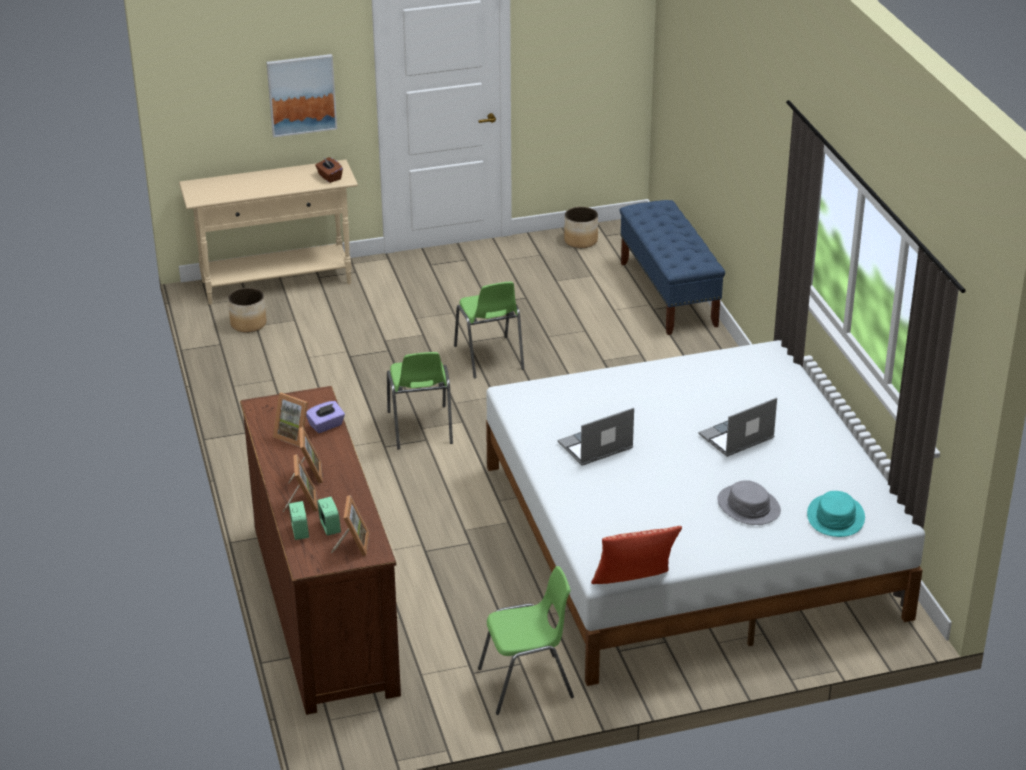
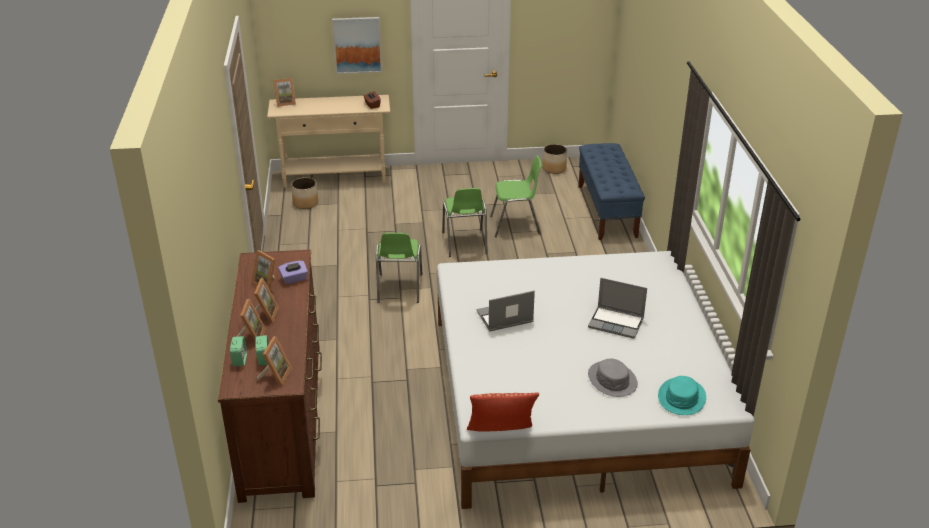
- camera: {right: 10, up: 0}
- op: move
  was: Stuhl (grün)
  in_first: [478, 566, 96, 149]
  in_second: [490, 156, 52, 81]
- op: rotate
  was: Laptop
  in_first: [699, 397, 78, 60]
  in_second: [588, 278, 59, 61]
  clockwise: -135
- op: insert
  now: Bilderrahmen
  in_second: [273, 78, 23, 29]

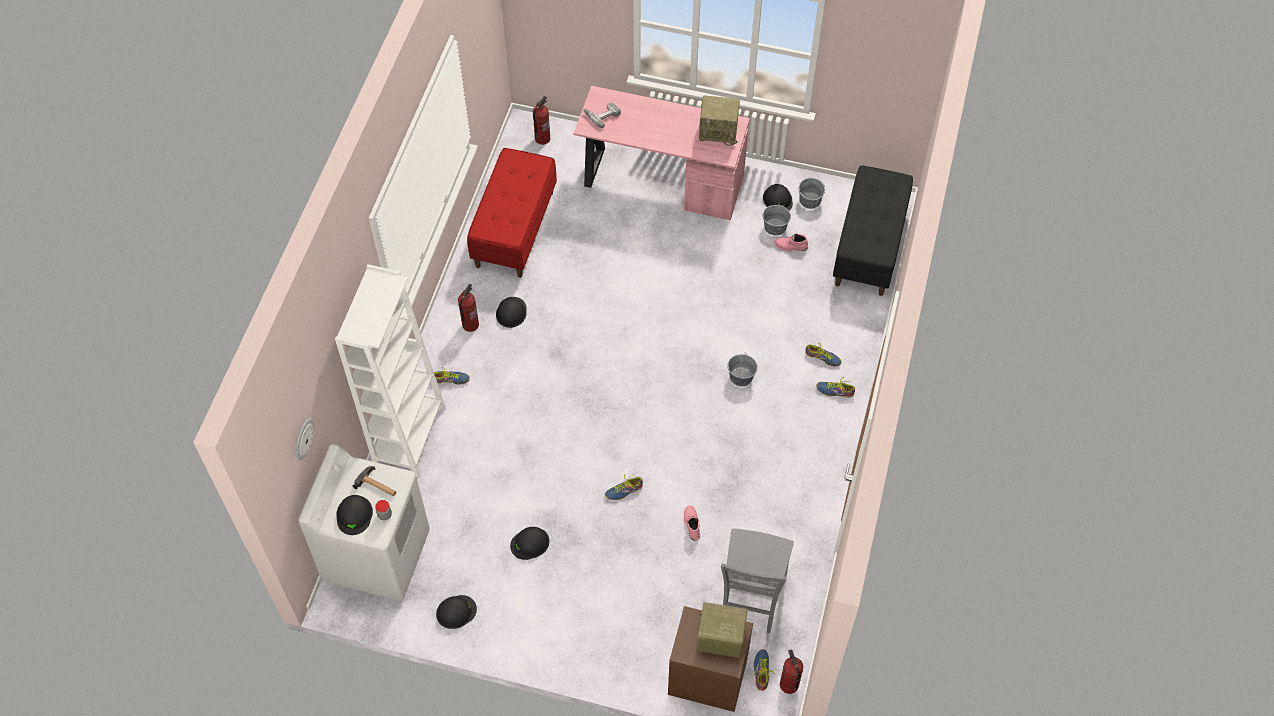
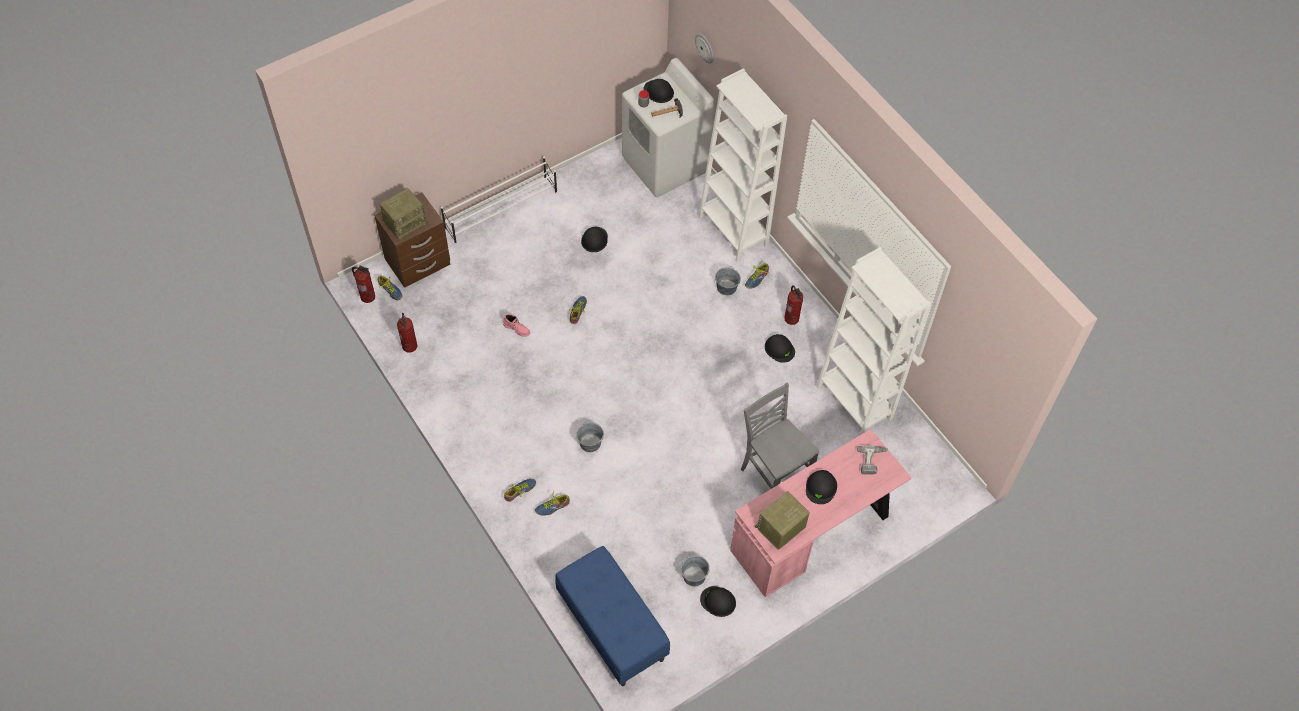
- camera: {right: 130, up: 0}
- op: move
  was: Schutzhelm (schwarz)
  in_first: [436, 595, 41, 34]
  in_second: [806, 470, 31, 34]
- op: replace
  was: Bank (rot)
  now: Bücherregal (weiß)
  in_first: [467, 148, 90, 130]
  in_second: [816, 247, 115, 189]
- op: move
  was: Feuerlöscher
  in_first: [533, 96, 17, 49]
  in_second: [397, 313, 20, 40]
- op: move
  was: Stuhl (grau)
  in_first: [721, 528, 73, 105]
  in_second: [741, 383, 78, 106]
- op: delete
  was: Stiefel (rosa)
  in_first: [774, 233, 34, 18]
- op: move
  was: Eimer (grau)
  in_first: [799, 178, 26, 31]
  in_second: [715, 267, 26, 28]
- op: recolor
  was: Bank (schwarz)
  now: Bank (blau)
  in_first: [833, 165, 80, 131]
  in_second: [555, 546, 115, 140]
- op: insert
  now: Schuhregal (weiß)
  in_second: [441, 156, 116, 88]

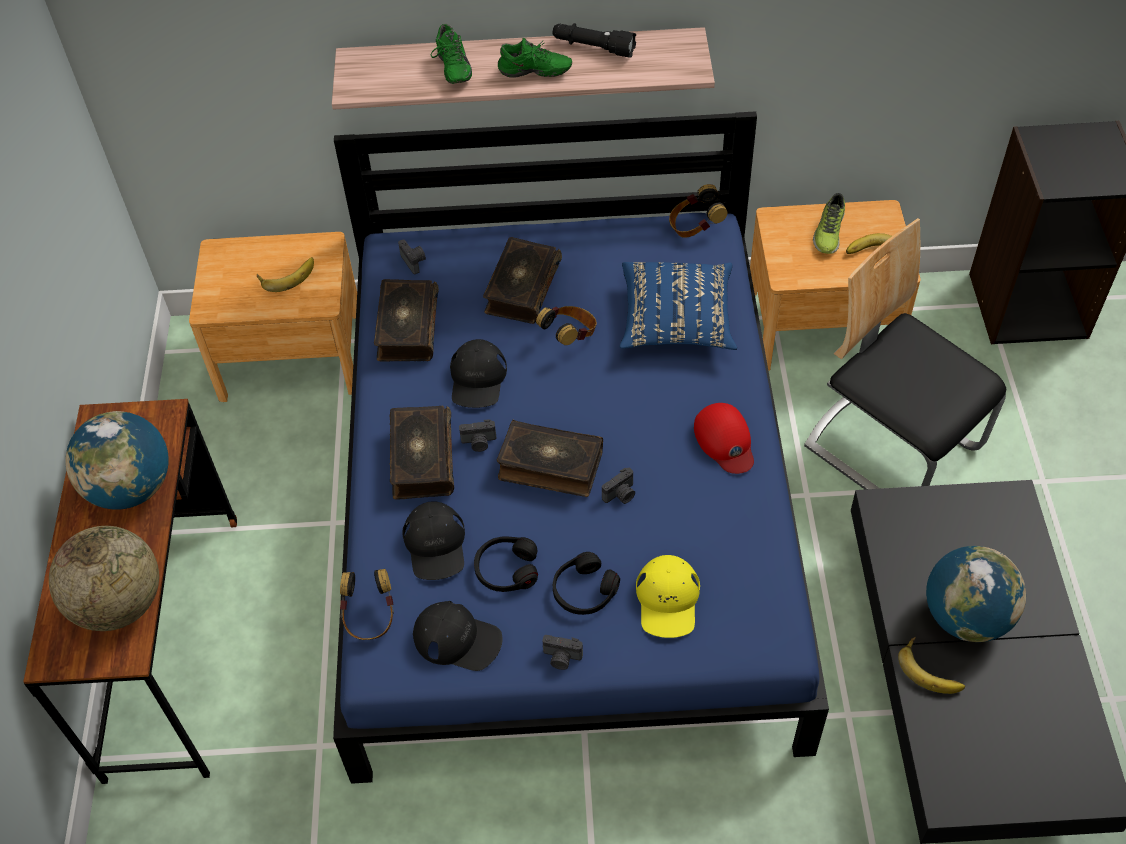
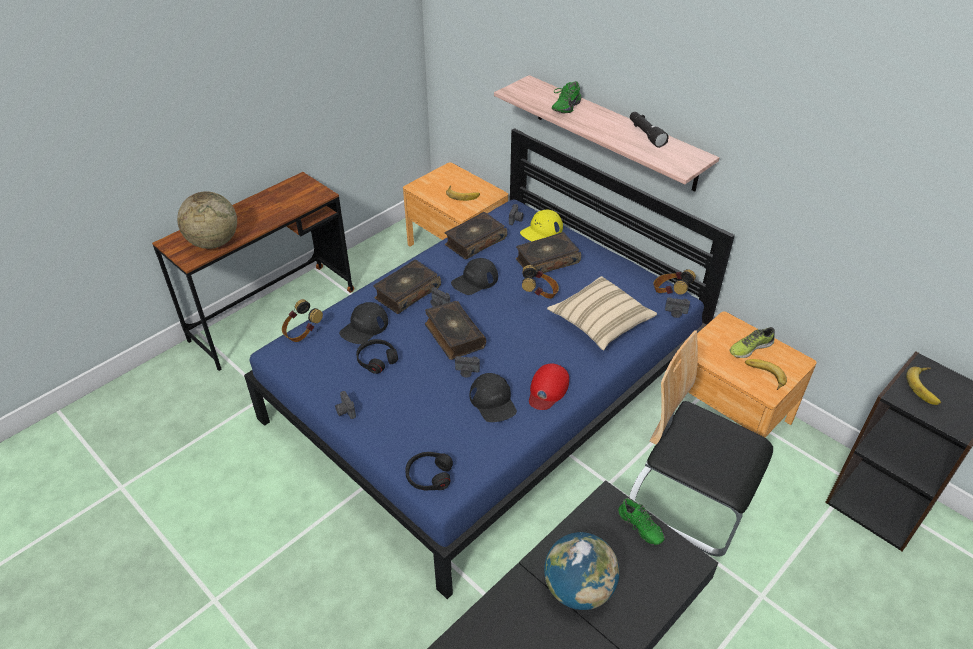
- camera: {right: 45, up: -10}
- op: delete
  was: Globus
  in_first: [65, 411, 104, 99]
- op: move
  was: Kappe (schwarz)
  in_first: [413, 601, 90, 70]
  in_second: [470, 373, 47, 49]
- op: move
  was: Schuh (grün)
  in_first: [498, 38, 74, 40]
  in_second: [618, 498, 47, 47]
- op: move
  was: Kopfhörer (schwarz)
  in_first: [553, 552, 67, 63]
  in_second: [405, 452, 48, 38]
- op: recolor
  was: Kissen (blau)
  now: Kissen (beige)
  in_first: [620, 262, 117, 88]
  in_second: [547, 276, 110, 74]
- op: move
  was: Kappe (gelb)
  in_first: [636, 555, 64, 83]
  in_second: [520, 209, 43, 32]
- op: rotate
  was: Stuhl
  in_first: [804, 218, 202, 271]
  in_second: [629, 330, 144, 227]
  clockwise: -60
- op: move
  was: Banane
  in_first: [898, 637, 67, 57]
  in_second: [906, 367, 35, 38]
- op: insert
  now: Kamera
  in_second: [665, 297, 25, 21]

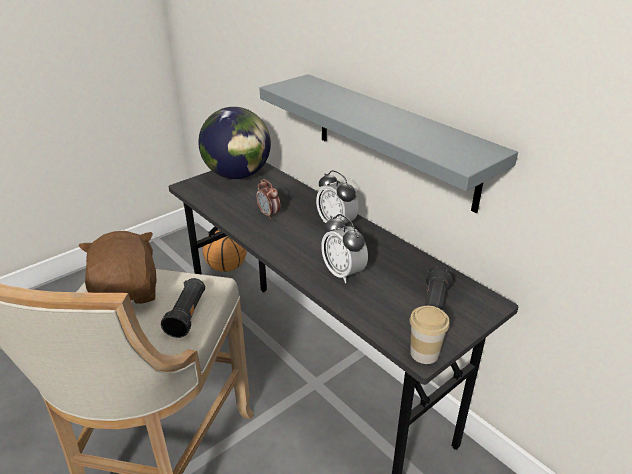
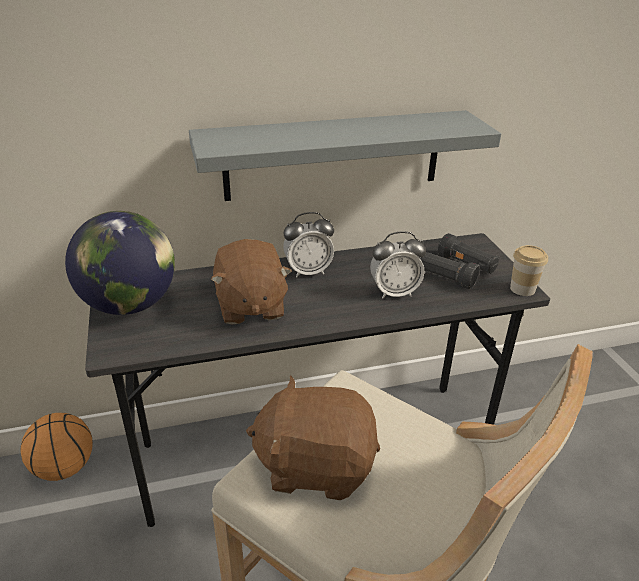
- camera: {right: -65, up: 0}
- op: move
  was: Taschenlampe (schwarz)
  in_first: [161, 278, 44, 60]
  in_second: [418, 252, 62, 37]
- op: replace
  was: Wecker
  now: Plüschtier (braun)
  in_first: [256, 179, 24, 40]
  in_second: [211, 239, 81, 86]

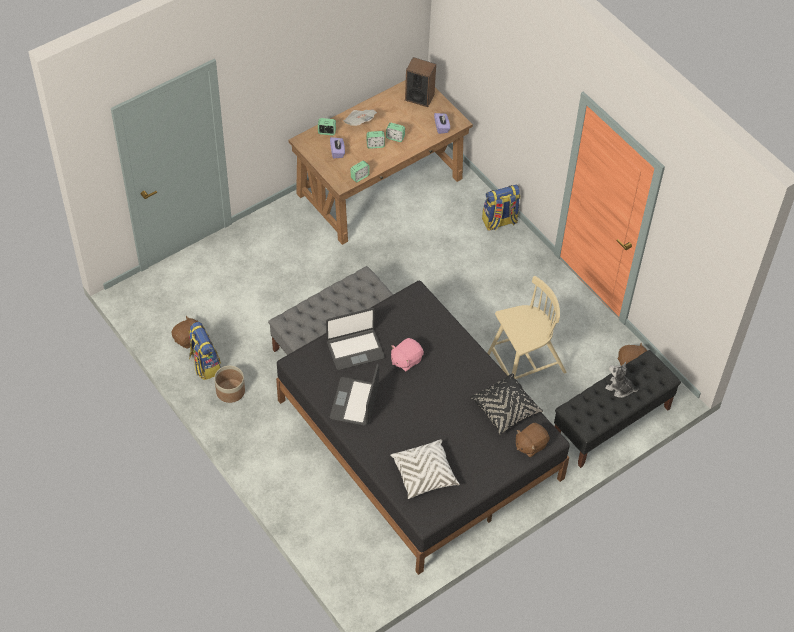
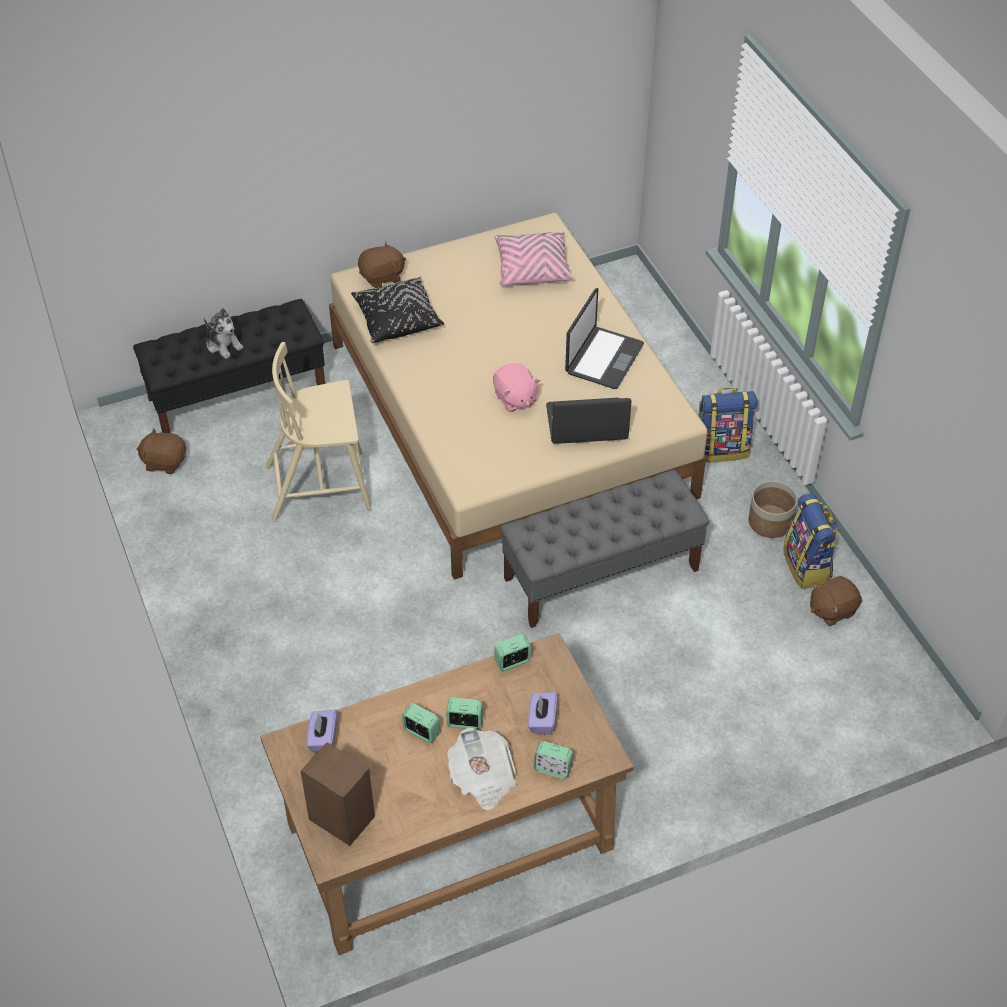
- camera: {right: -165, up: -5}
- op: recolor
  was: Bett (schwarz)
  now: Bett (beige)
  in_first: [276, 281, 294, 294]
  in_second: [329, 213, 379, 367]
- op: recolor
  was: Kissen (weiß)
  now: Kissen (rosa)
  in_first: [390, 439, 70, 60]
  in_second: [494, 231, 80, 54]
- op: rotate
  was: Plüschtier (rosa)
  in_first: [391, 338, 33, 33]
  in_second: [493, 363, 47, 49]
  clockwise: 90
- op: move
  was: Rucksack
  in_first: [482, 185, 38, 46]
  in_second: [698, 388, 59, 74]

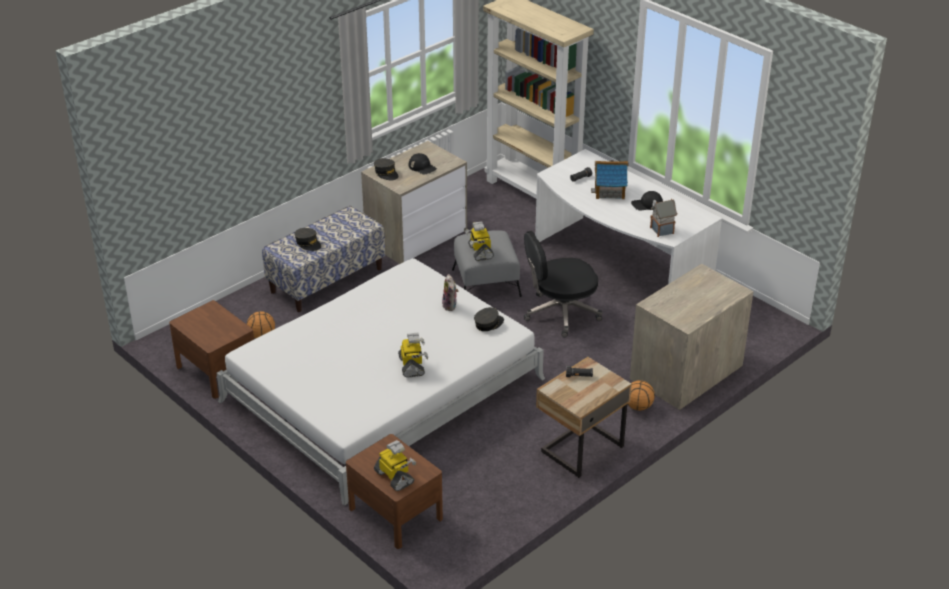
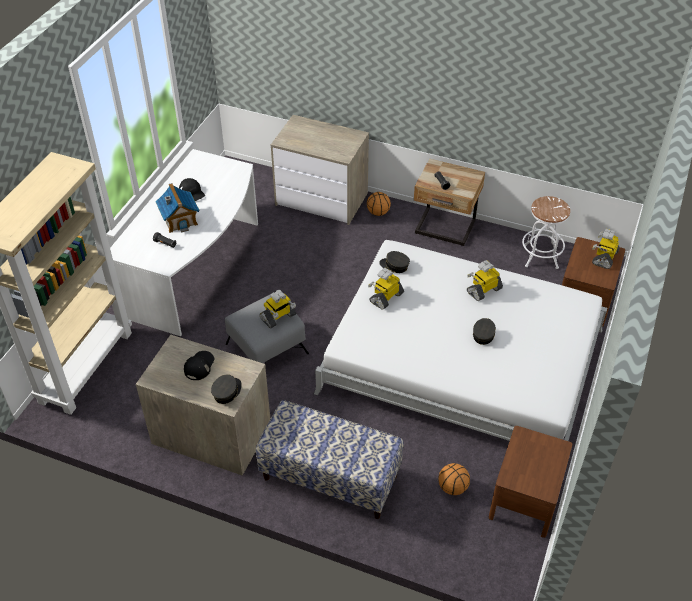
- camera: {right: -115, up: 10}
- op: move
  was: Kappe (grau)
  in_first: [294, 228, 27, 23]
  in_second: [473, 318, 23, 27]
- op: replace
  was: Plüschtier
  now: Spielzeugroboter
  in_first: [442, 274, 17, 37]
  in_second: [368, 268, 36, 42]
- op: delete
  was: Bürostuhl (schwarz)
  in_first: [524, 231, 78, 106]
- op: delete
  was: Spielzeughaus
  in_first: [650, 199, 28, 38]
- op: insert
  now: Hocker (weiß)
  in_second: [522, 196, 48, 73]

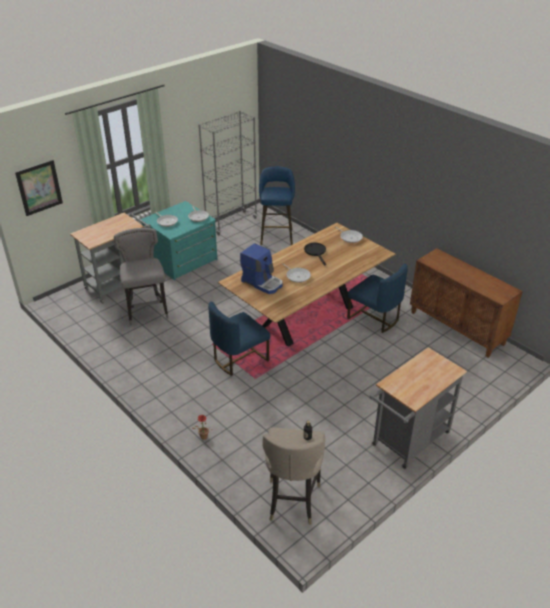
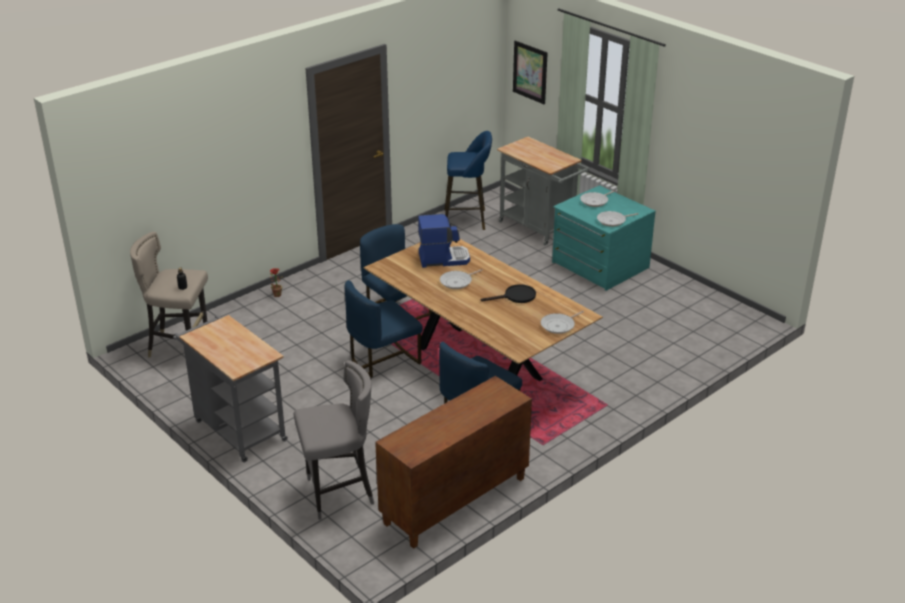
- camera: {right: 90, up: -5}
- op: move
  was: Hocker (grau)
  in_first: [114, 228, 55, 97]
  in_second: [294, 360, 80, 160]
- op: delete
  was: Bücherregal (grau)
  in_first: [198, 111, 59, 124]
- op: rotate
  was: Kaffeemaschine
  in_first: [240, 243, 42, 51]
  in_second: [418, 214, 52, 54]
  clockwise: -135
- op: move
  was: Hocker (blau)
  in_first: [259, 166, 36, 79]
  in_second: [445, 131, 47, 99]
- op: insert
  now: Stuhl (blau)
  in_second: [345, 280, 77, 98]

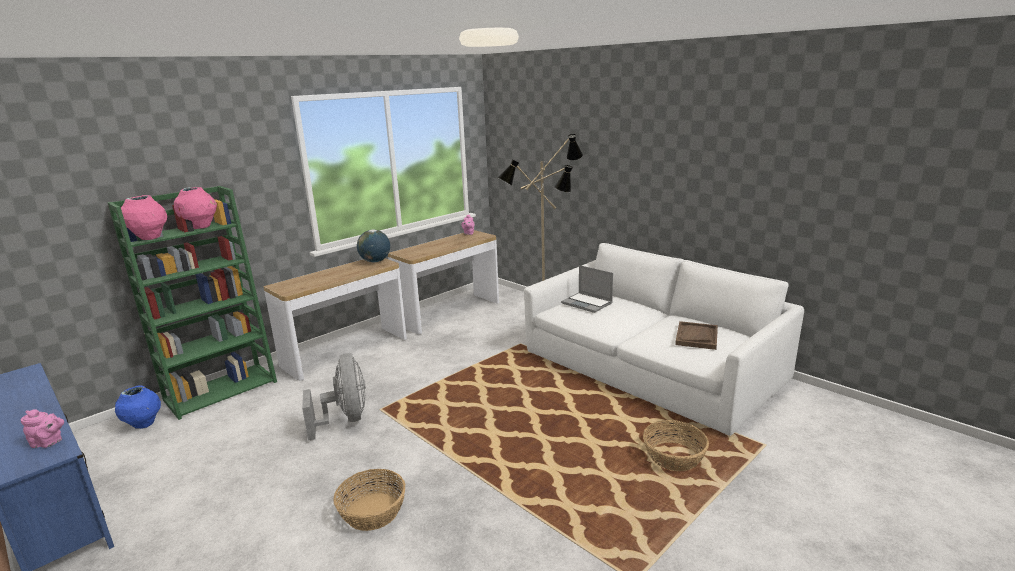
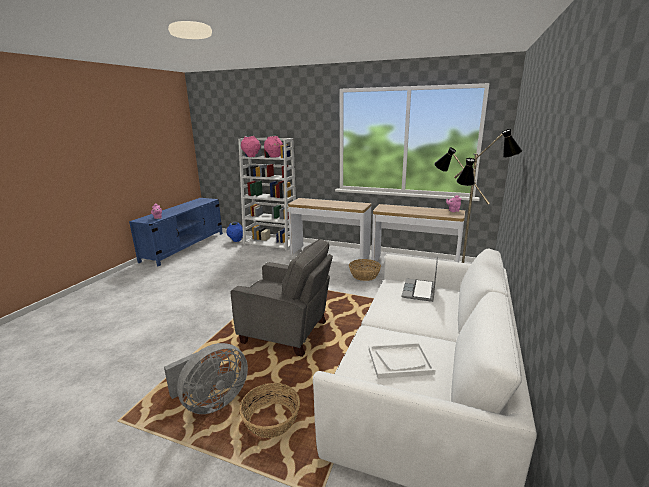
- camera: {right: 65, up: 0}
- op: recolor
  was: Bücherregal (grün)
  now: Bücherregal (weiß)
  in_first: [108, 186, 169, 234]
  in_second: [238, 138, 58, 112]
- op: move
  was: Ventilator (grau)
  in_first: [302, 353, 64, 88]
  in_second: [164, 343, 84, 71]
- op: move
  was: Korb
  in_first: [333, 469, 72, 62]
  in_second: [349, 259, 32, 22]
- op: delete
  was: Globus
  in_first: [357, 230, 33, 32]
- op: recolor
  was: Tablett (braun)
  now: Tablett (weiß)
  in_first: [675, 321, 43, 29]
  in_second: [369, 342, 67, 37]
- op: insert
  now: Sessel (grau)
  in_second: [230, 239, 103, 118]

